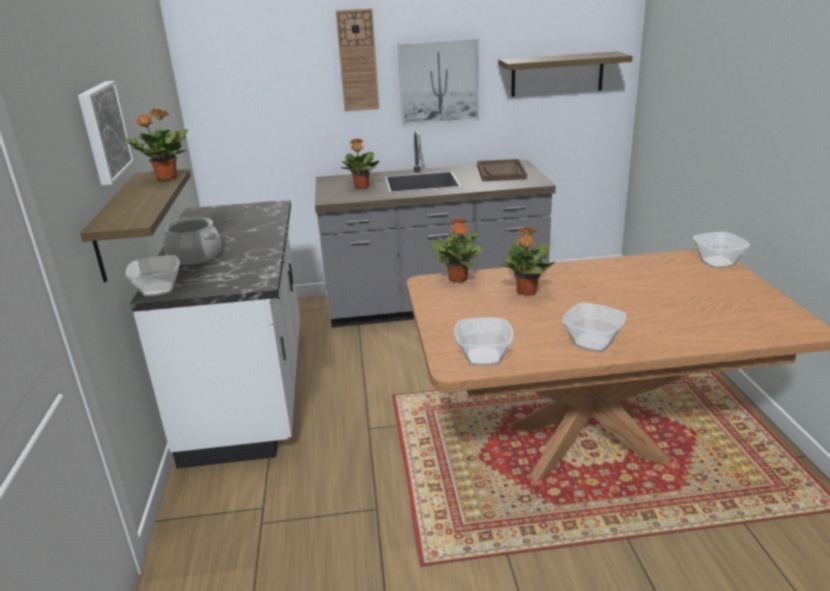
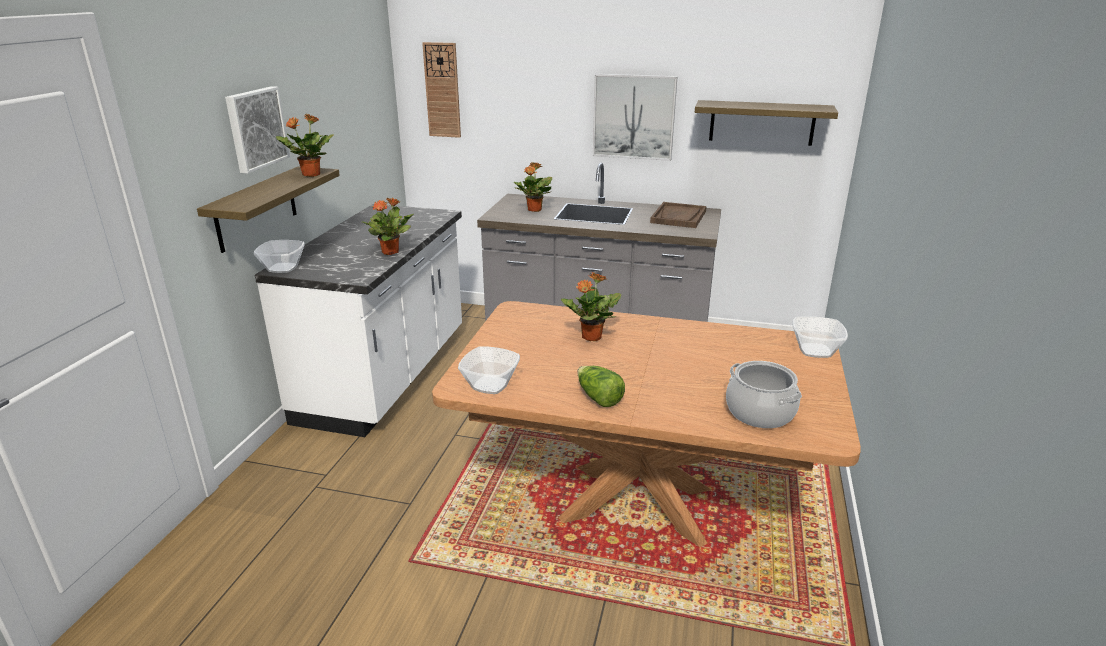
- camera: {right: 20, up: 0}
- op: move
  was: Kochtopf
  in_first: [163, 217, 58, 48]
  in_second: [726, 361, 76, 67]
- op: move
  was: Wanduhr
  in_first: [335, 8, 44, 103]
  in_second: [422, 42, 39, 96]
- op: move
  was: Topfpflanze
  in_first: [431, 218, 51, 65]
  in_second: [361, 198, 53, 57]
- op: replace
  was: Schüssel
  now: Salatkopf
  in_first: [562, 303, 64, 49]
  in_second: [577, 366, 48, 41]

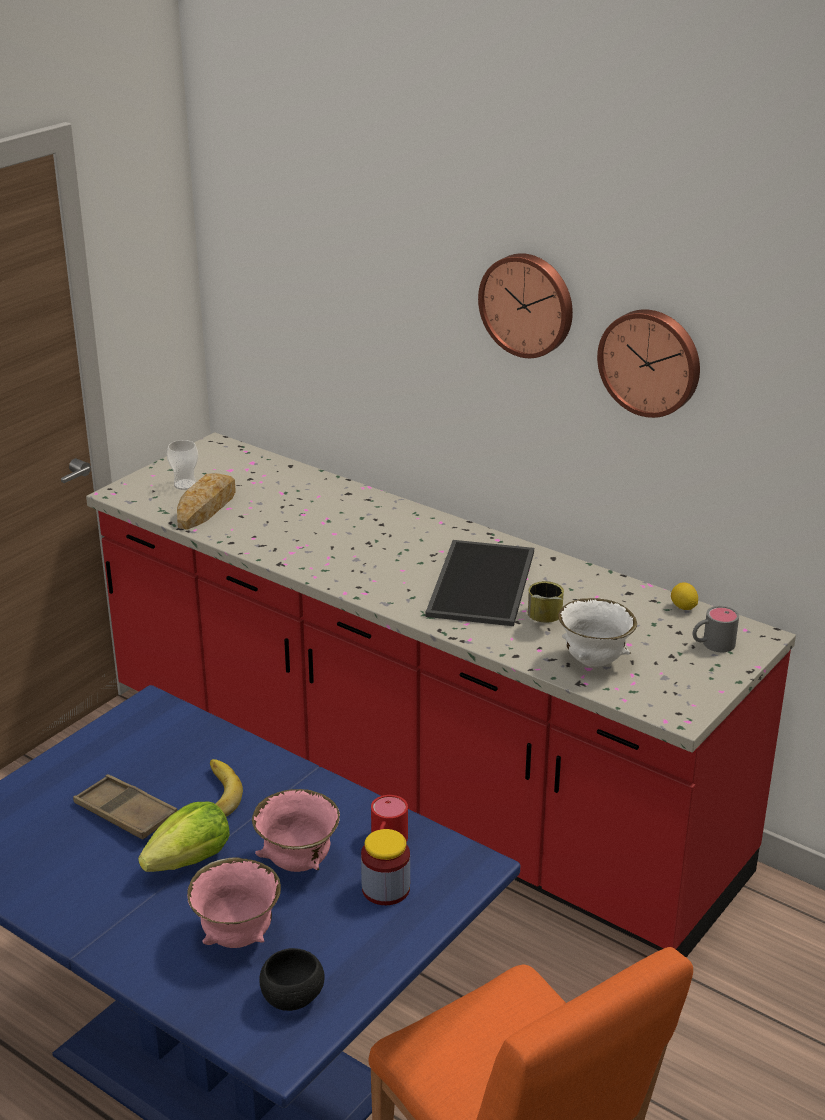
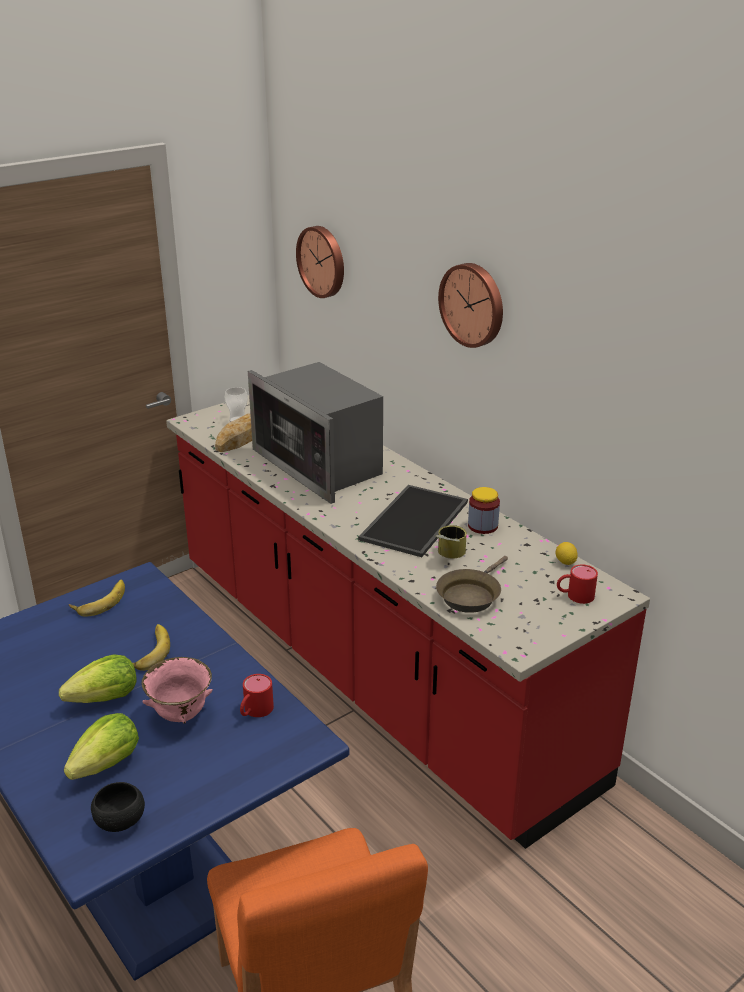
- camera: {right: 15, up: 0}
- op: delete
  was: Tablett (braun)
  in_first: [73, 774, 105, 65]
- op: replace
  was: Schüssel (rosa)
  now: Salatkopf
  in_first: [187, 857, 94, 91]
  in_second: [64, 713, 75, 67]
- op: move
  was: Vorratsglas
  in_first: [361, 829, 49, 76]
  in_second: [468, 487, 32, 47]
- op: replace
  was: Schüssel (weiß)
  now: Pfanne (braun)
  in_first: [558, 598, 79, 68]
  in_second: [436, 556, 72, 57]
- op: move
  was: Wanduhr
  in_first: [597, 309, 103, 109]
  in_second: [296, 226, 48, 72]
- op: recolor
  was: Henkelbecher (grau)
  now: Henkelbecher (rot)
  in_first: [693, 606, 46, 46]
  in_second: [557, 564, 41, 40]
- op: insert
  now: Banane
  in_second: [69, 579, 56, 38]
- op: insert
  now: Mikrowelle
  in_second: [248, 362, 135, 142]

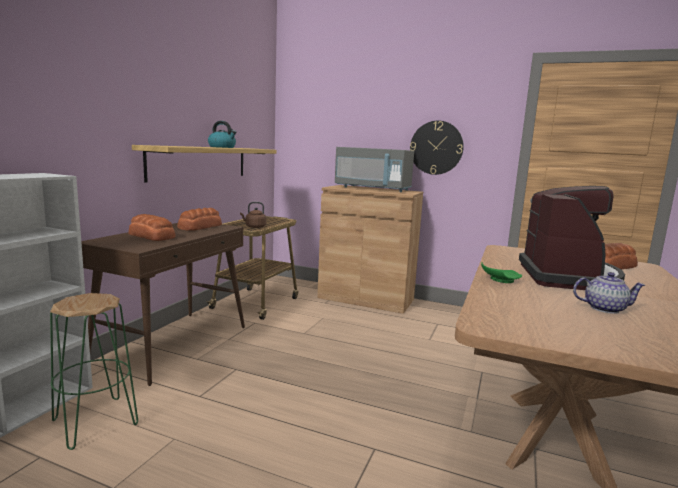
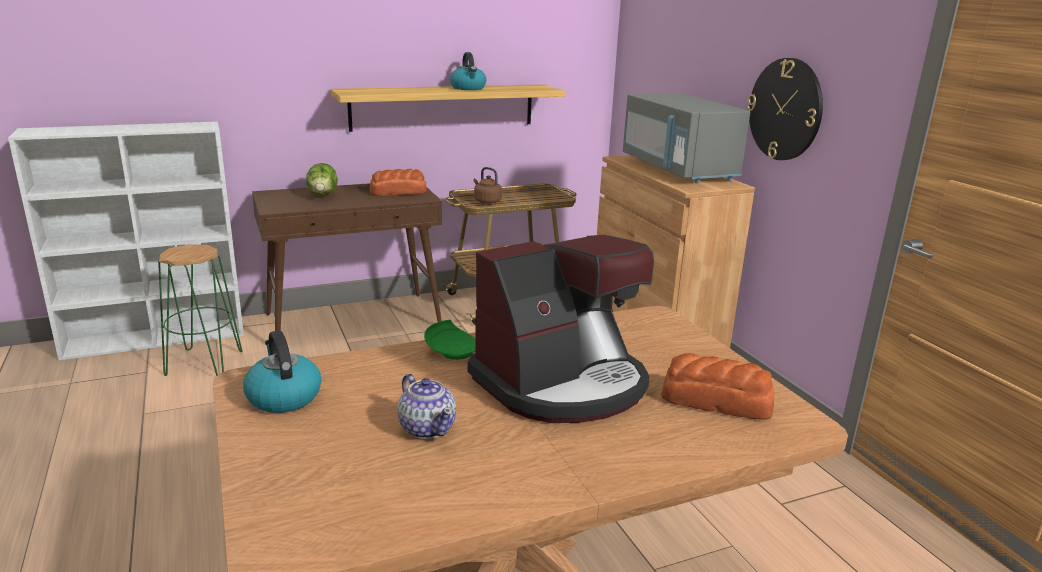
- camera: {right: 45, up: 10}
- op: replace
  was: Brot
  now: Salatkopf
  in_first: [128, 214, 48, 27]
  in_second: [306, 163, 32, 32]
- op: insert
  now: Wasserkessel
  in_second: [243, 330, 79, 83]

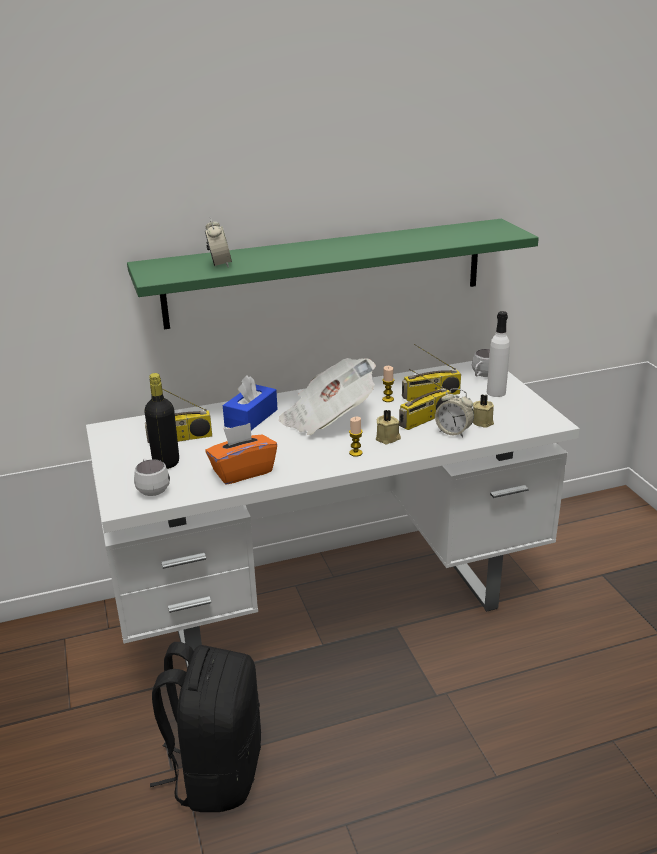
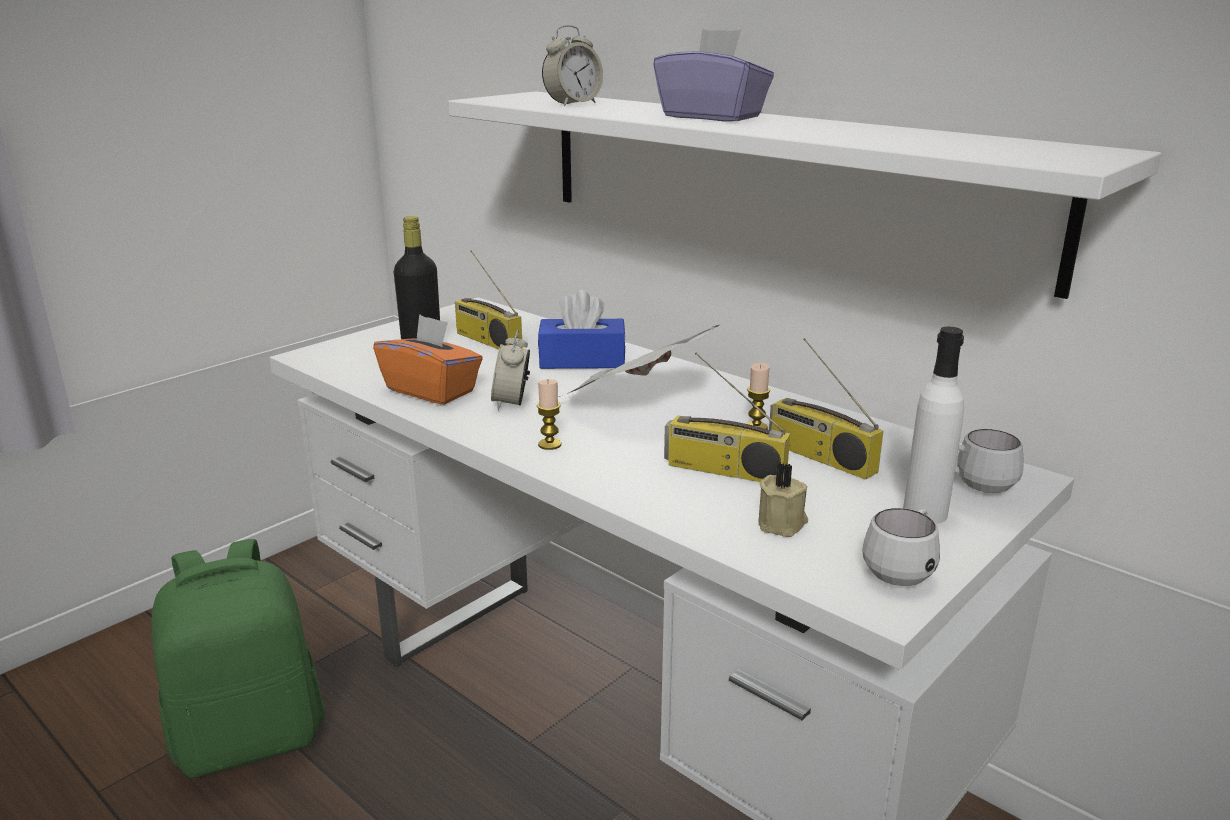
- camera: {right: 60, up: -5}
- op: recolor
  was: Wandregal (grün)
  now: Wandregal (weiß)
  in_first: [127, 219, 412, 110]
  in_second: [448, 91, 713, 208]
- op: move
  was: Henkelbecher (weiß)
  in_first: [134, 458, 36, 38]
  in_second: [862, 508, 78, 78]
- op: recolor
  was: Rucksack (schwarz)
  now: Rucksack (grün)
  in_first: [150, 642, 111, 170]
  in_second: [151, 539, 174, 239]
- op: delete
  was: Kerze (beige)
  in_first: [376, 410, 25, 35]
- op: move
  was: Wecker
  in_first: [435, 388, 39, 49]
  in_second: [491, 329, 39, 81]
- op: insert
  now: Taschentuchbox (lila)
  in_second: [653, 29, 121, 93]

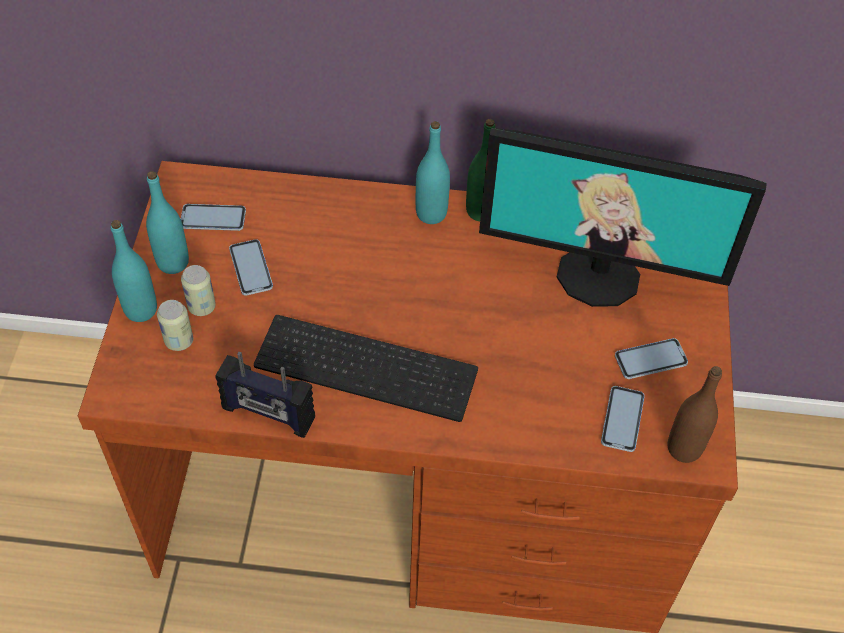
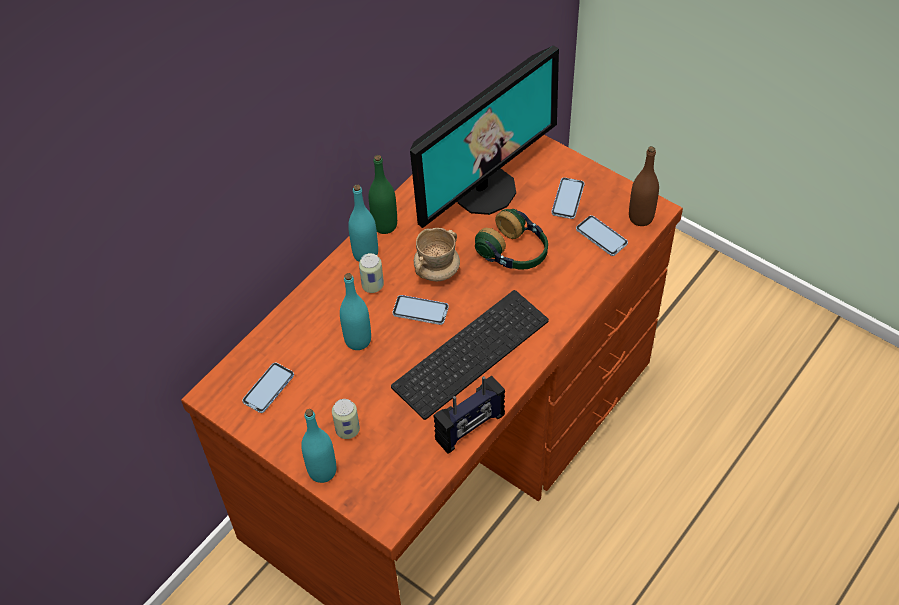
- camera: {right: -55, up: 0}
- op: move
  was: Flasche (türkis)
  in_first: [146, 171, 43, 103]
  in_second: [340, 273, 31, 77]
- op: move
  was: Dose
  in_first: [157, 300, 36, 51]
  in_second: [359, 253, 25, 40]
- op: move
  was: Handy
  in_first: [229, 239, 44, 57]
  in_second: [393, 295, 56, 30]
- op: insert
  now: Henkelbecher (beige)
  in_second: [414, 228, 46, 54]
- op: insert
  now: Kopfhörer
  in_second: [475, 209, 73, 61]

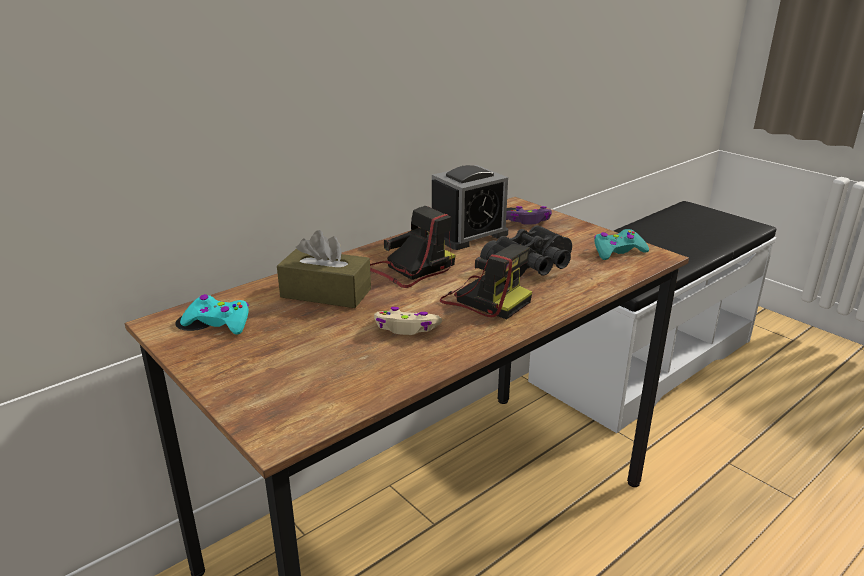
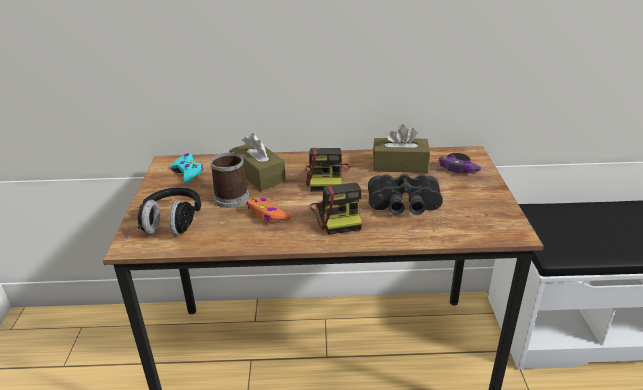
- camera: {right: 40, up: 5}
- op: rotate
  was: Kamera
  in_first: [370, 206, 86, 82]
  in_second: [306, 148, 44, 44]
  clockwise: 90
- op: recolor
  was: Gamepad (beige)
  now: Gamepad (orange)
  in_first: [374, 307, 68, 28]
  in_second: [246, 198, 45, 24]
- op: replace
  was: Wecker
  now: Taschentuchbox (braun)
  in_first: [429, 165, 79, 85]
  in_second: [373, 124, 57, 49]
- op: delete
  was: Gamepad (türkis)
  in_first: [594, 229, 55, 31]
- op: insert
  now: Kopfhörer (schwarz)
  in_second: [138, 187, 63, 49]
- op: insert
  now: Henkelbecher
  in_second: [210, 150, 39, 58]

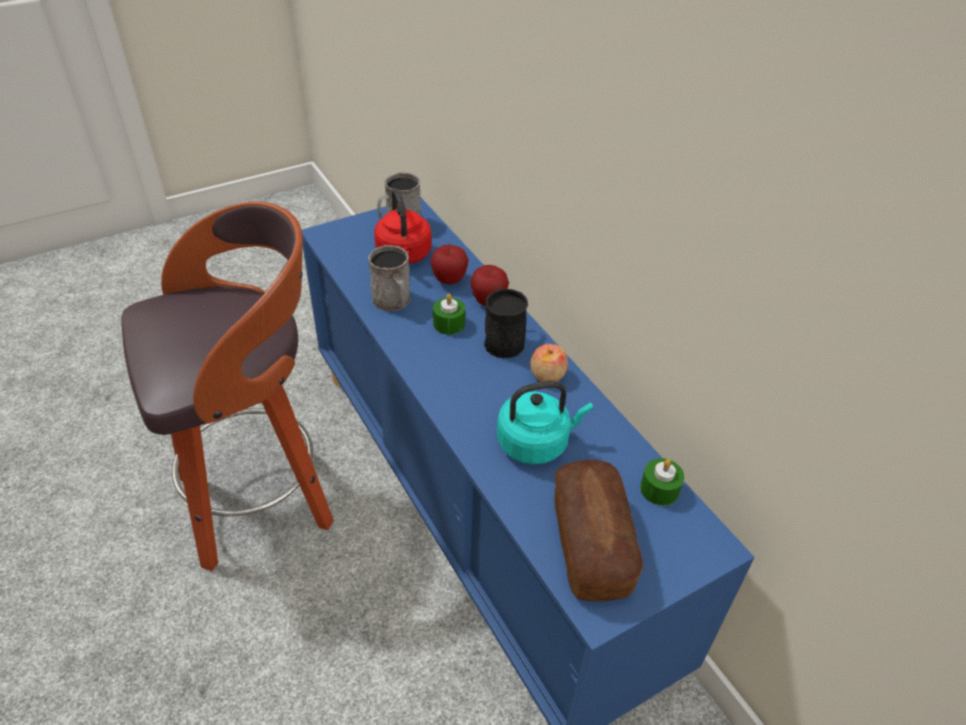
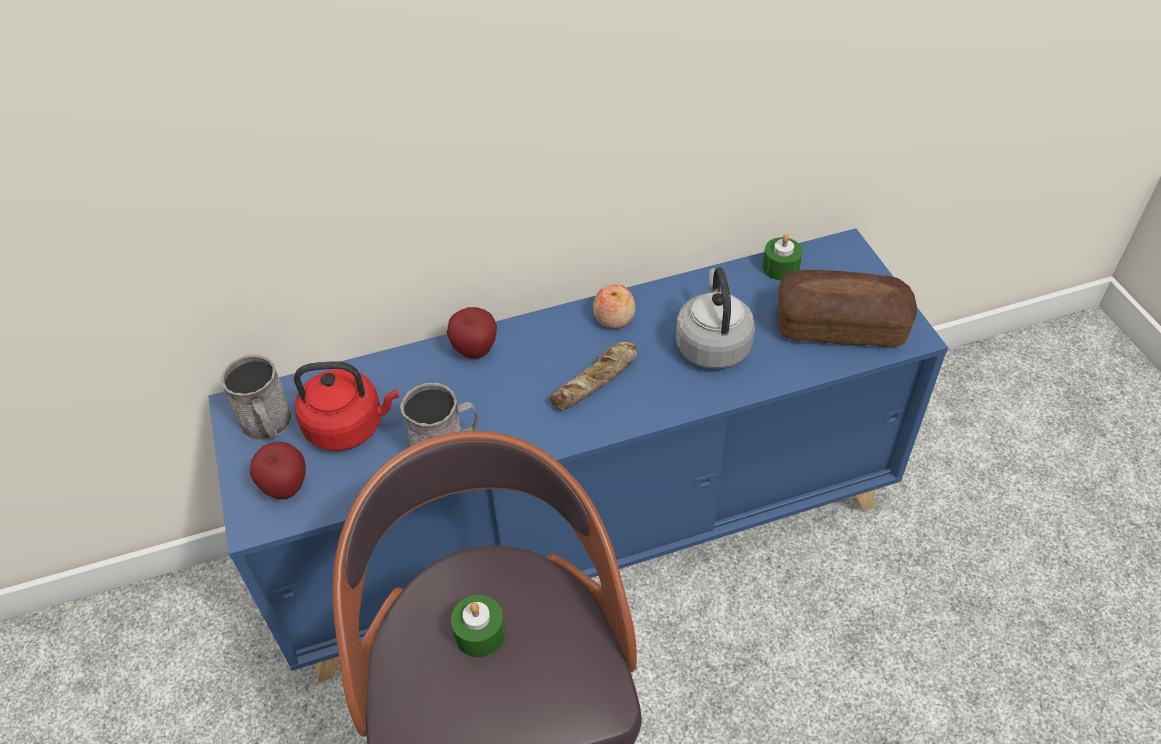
- camera: {right: -75, up: 5}
- op: move
  was: Apfel
  in_first: [430, 245, 39, 39]
  in_second: [250, 442, 56, 58]
- op: move
  was: Kerze (grün)
  in_first: [433, 294, 32, 41]
  in_second: [451, 595, 55, 63]
- op: delete
  was: Henkelbecher (schwarz)
  in_first: [484, 289, 44, 69]
- op: recolor
  was: Wasserkessel (türkis)
  now: Wasserkessel (grau)
  in_first: [497, 381, 96, 83]
  in_second: [676, 267, 79, 102]
- op: insert
  now: Brot
  in_second: [550, 342, 87, 68]

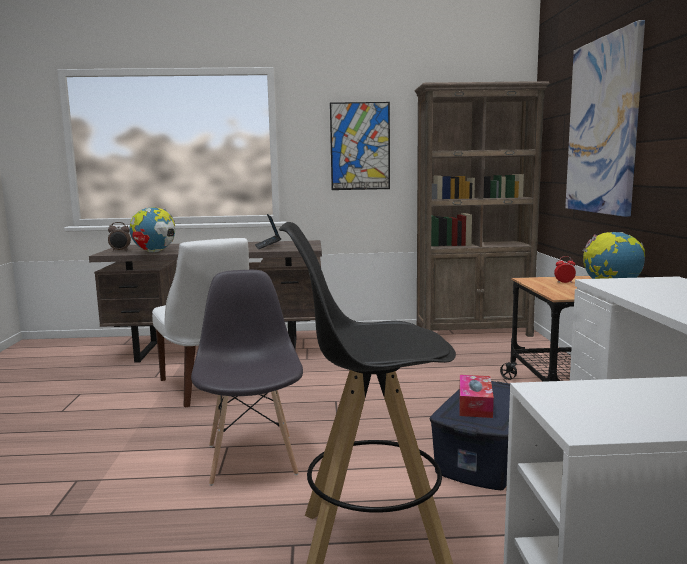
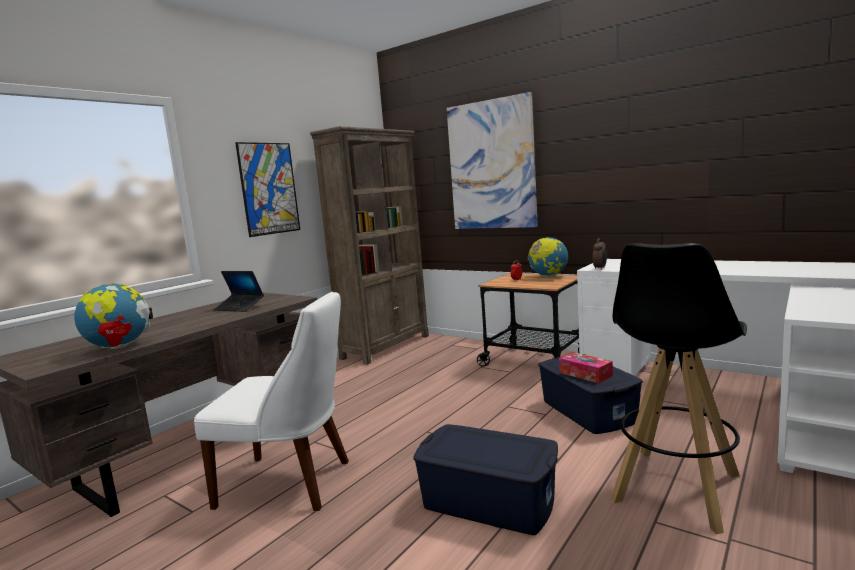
- camera: {right: -50, up: 0}
- op: move
  was: Wecker
  in_first: [108, 222, 23, 29]
  in_second: [593, 238, 14, 32]
- op: replace
  was: Stuhl (grau)
  now: Aufbewahrungsbox (blau)
  in_first: [191, 270, 112, 216]
  in_second: [414, 424, 144, 111]

